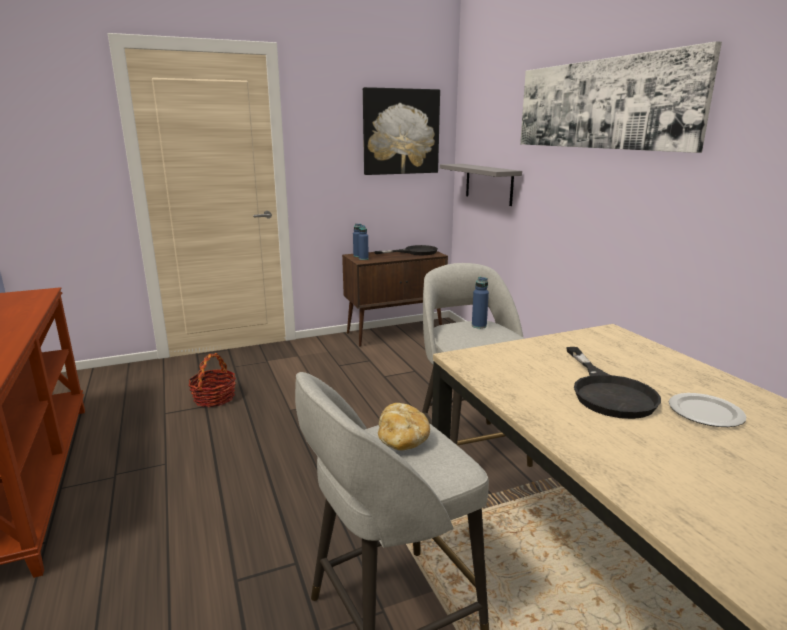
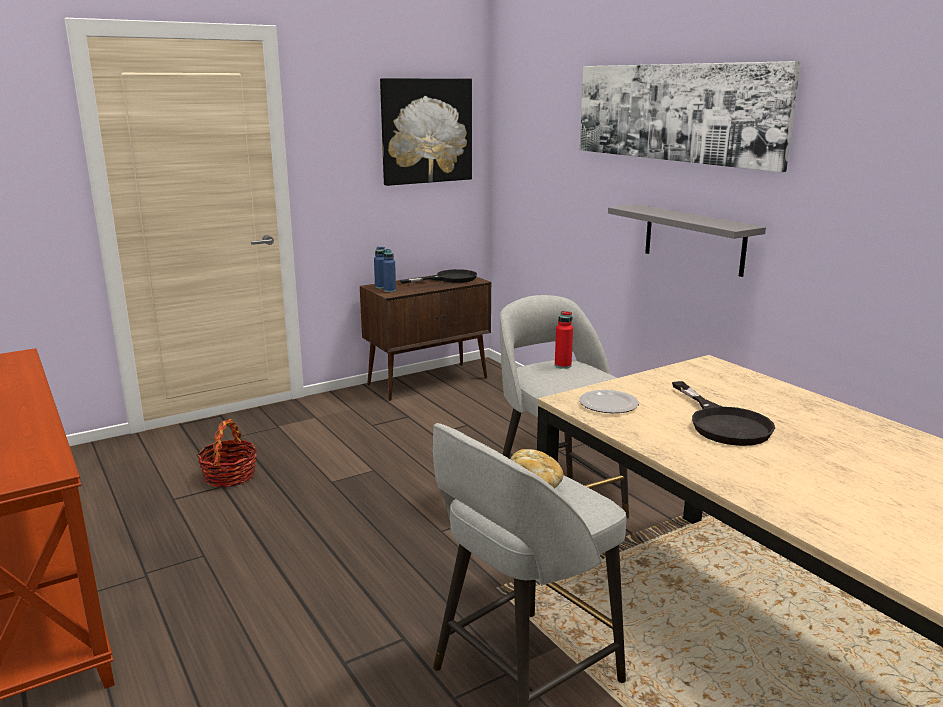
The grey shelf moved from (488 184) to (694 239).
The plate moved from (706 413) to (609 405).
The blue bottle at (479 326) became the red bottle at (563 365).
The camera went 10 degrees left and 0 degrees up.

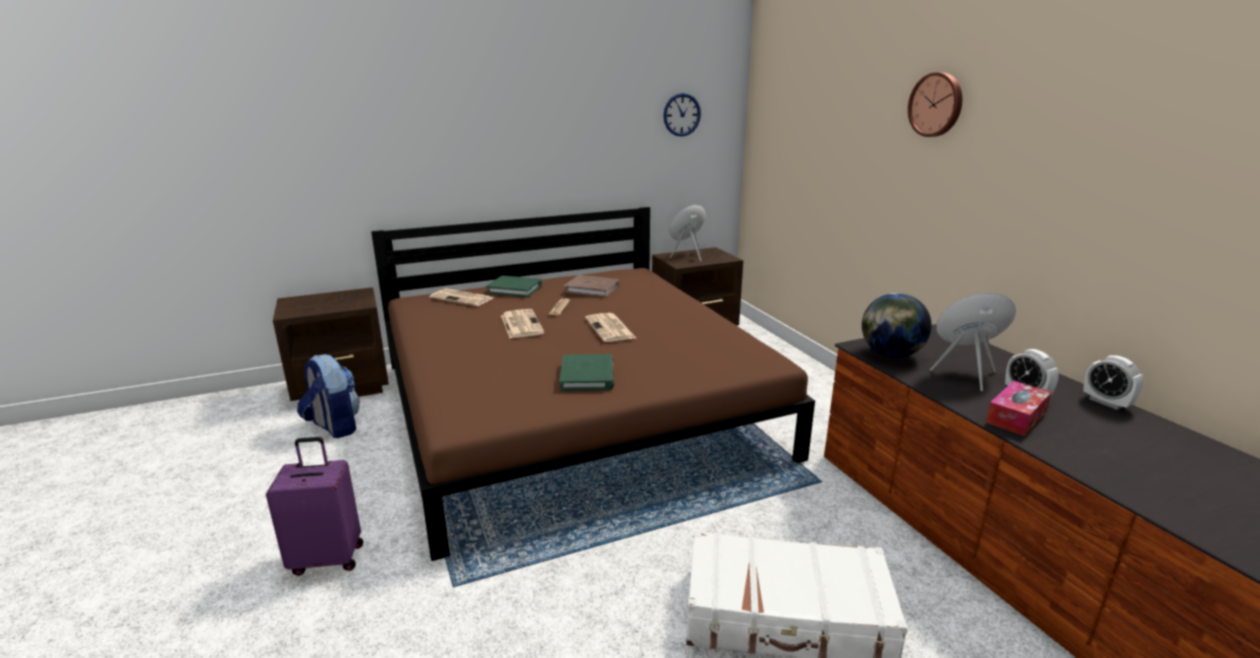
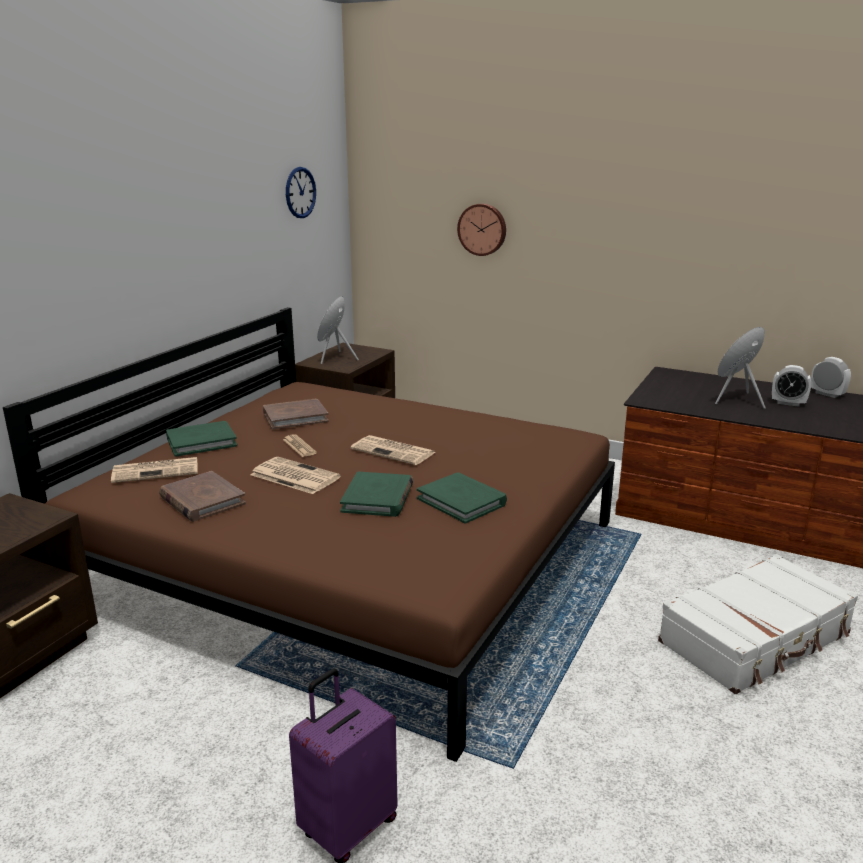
The backpack at (334 427) disappeared.
The globe at (890 354) disappeared.
The tissue box at (1016 417) disappeared.
The brown book at (202 500) appeared.
The green book at (378 498) appeared.
The wall clock moved from (936 105) to (482 229).
The alarm clock at (1106 402) turned 150 degrees counterclockwise.
The camera went 40 degrees left and 0 degrees up.

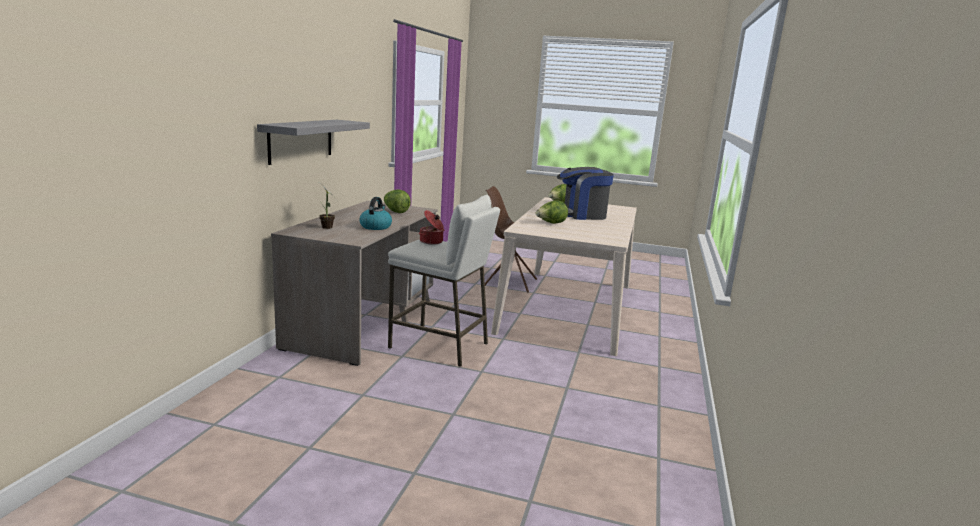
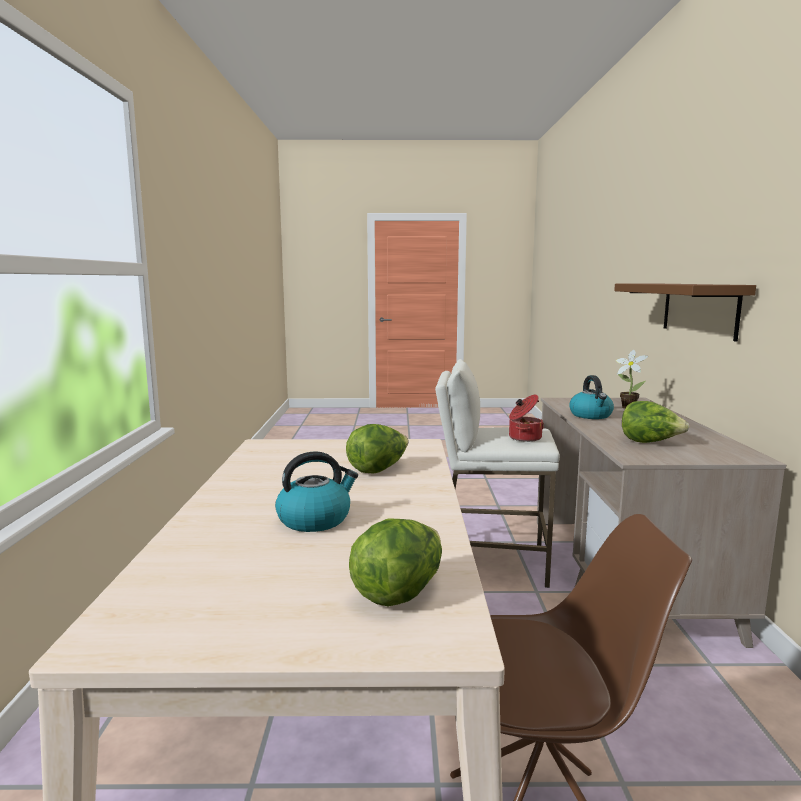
The coffee machine at (581 215) was replaced by the kettle at (315 519).
The grey shelf at (301 140) became the brown shelf at (699 309).
The camera went 165 degrees right and 5 degrees down.

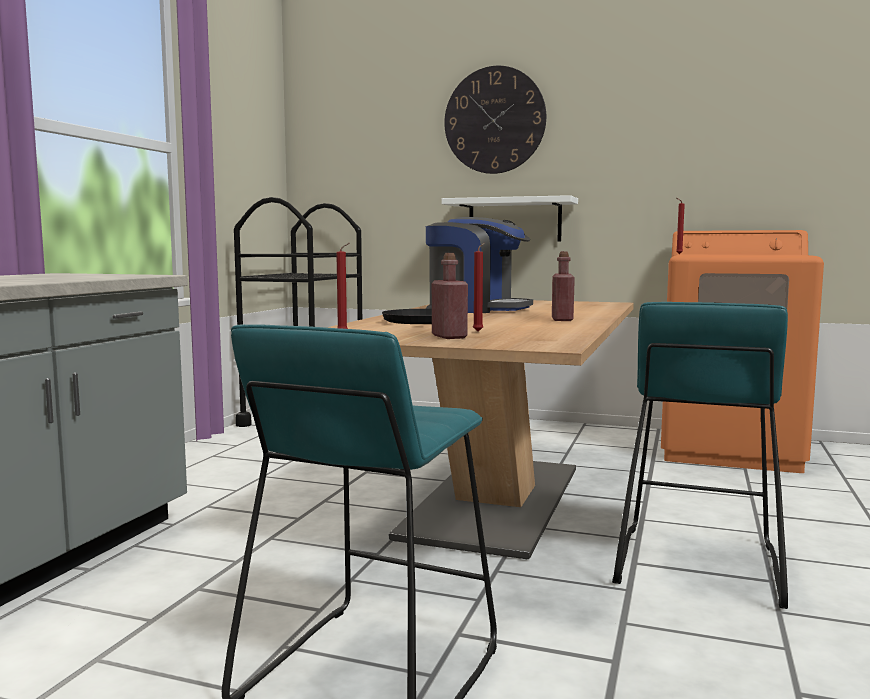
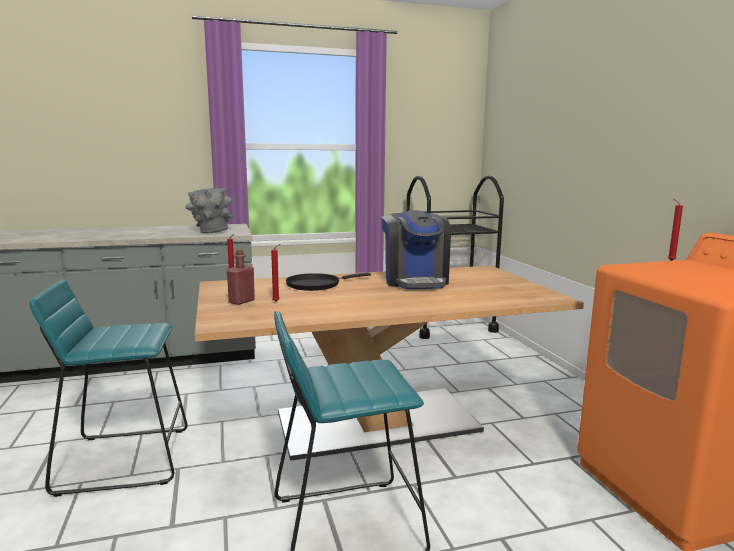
The white shelf at (514 220) disappeared.
The wall clock at (494 120) disappeared.
The red bottle at (562 319) disappeared.
The grey vase at (211 232) appeared.
The camera went 55 degrees right and 5 degrees up.

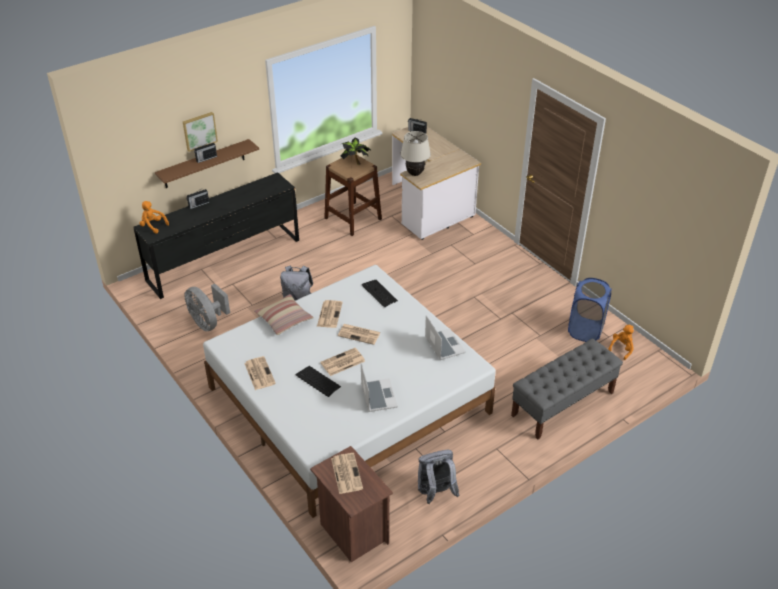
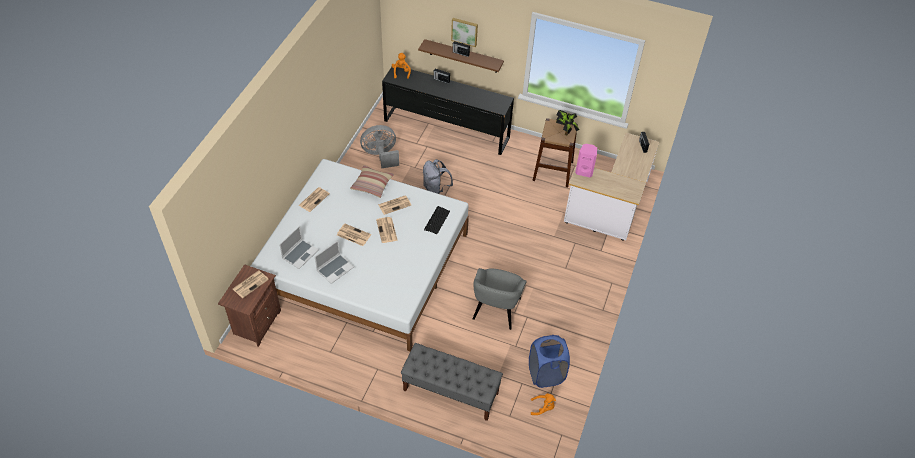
The keyboard at (318 381) disappeared.
The grey backpack at (435 493) disappeared.
The grey armchair at (496 310) appeared.
The laptop moved from (443 345) to (300 254).
The beige table lamp at (415 173) was replaced by the pink speaker at (584 171).
The grey fan at (208 322) turned 60 degrees clockwise.
The camera went 55 degrees right and 10 degrees up.

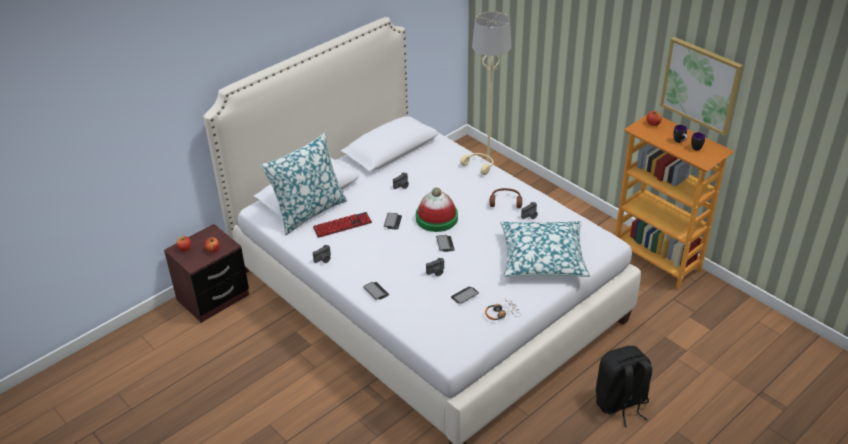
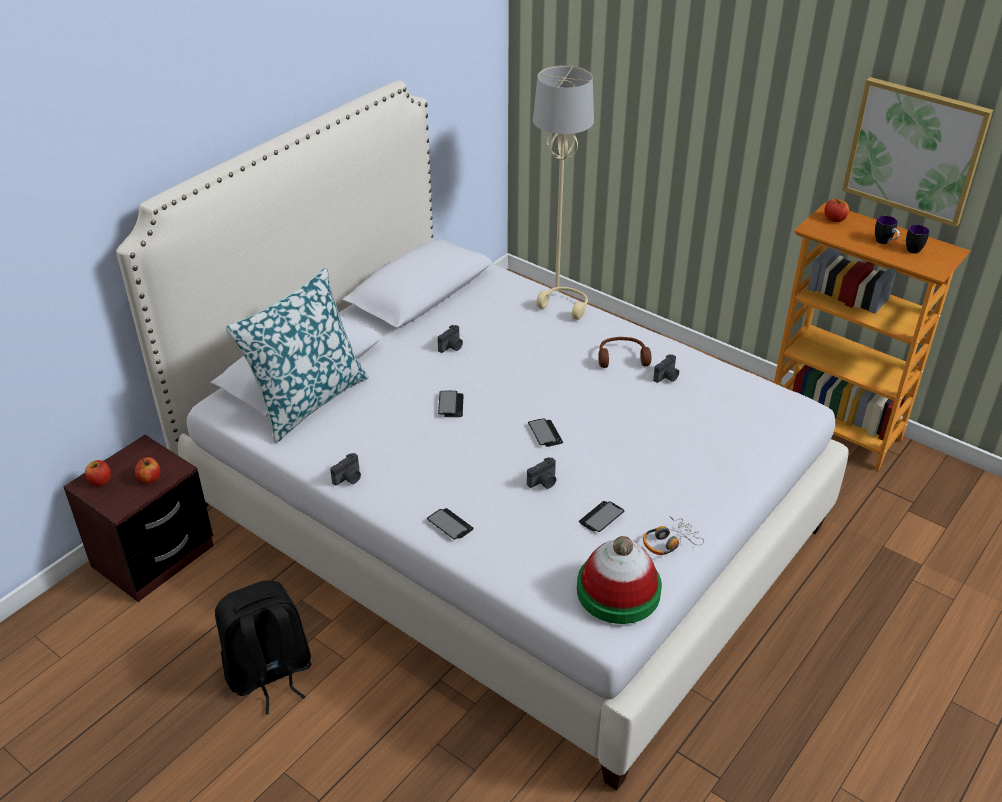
The keyboard at (342 225) disappeared.
The pillow at (543 258) disappeared.
The hat moved from (436 218) to (618 591).
The black backpack moved from (621 404) to (269 674).
The camera went 10 degrees left and 0 degrees up.

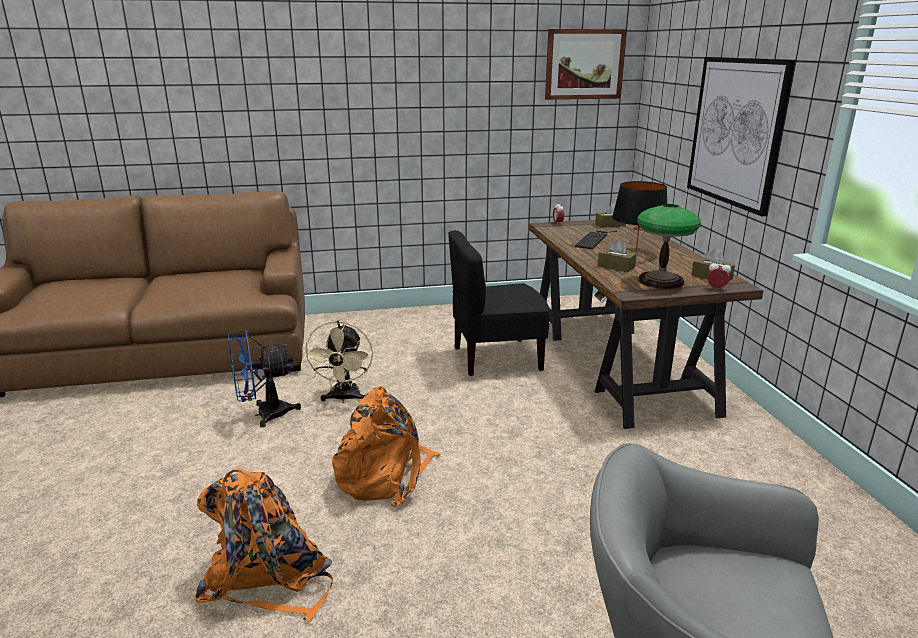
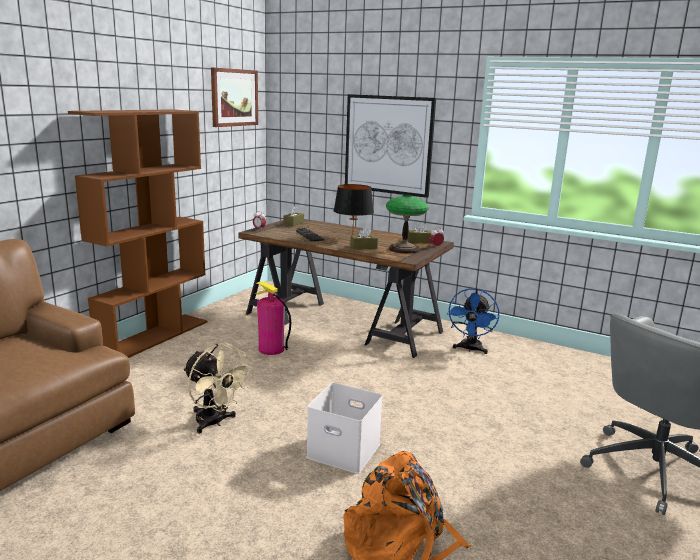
The brown bookcase at (154 336) appeared.
The blue fan moved from (264 414) to (470 349).
The orange backpack at (385 475) was replaced by the white storage box at (345 450).
The black chair at (496 358) was replaced by the fire extinguisher at (271 349).
The camera went 50 degrees left and 5 degrees down.

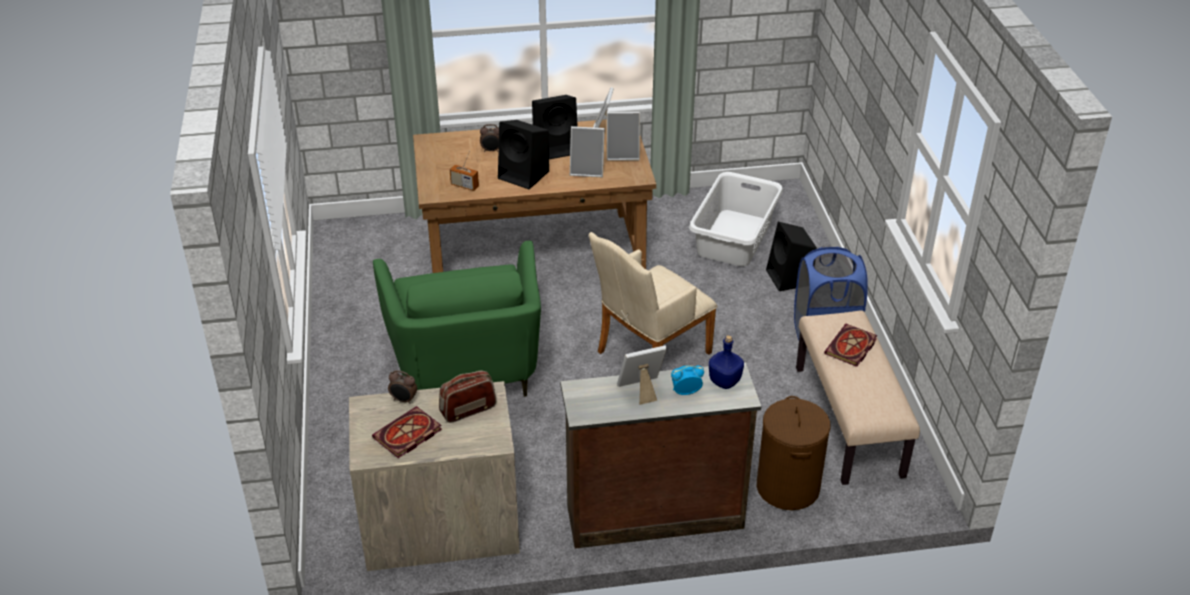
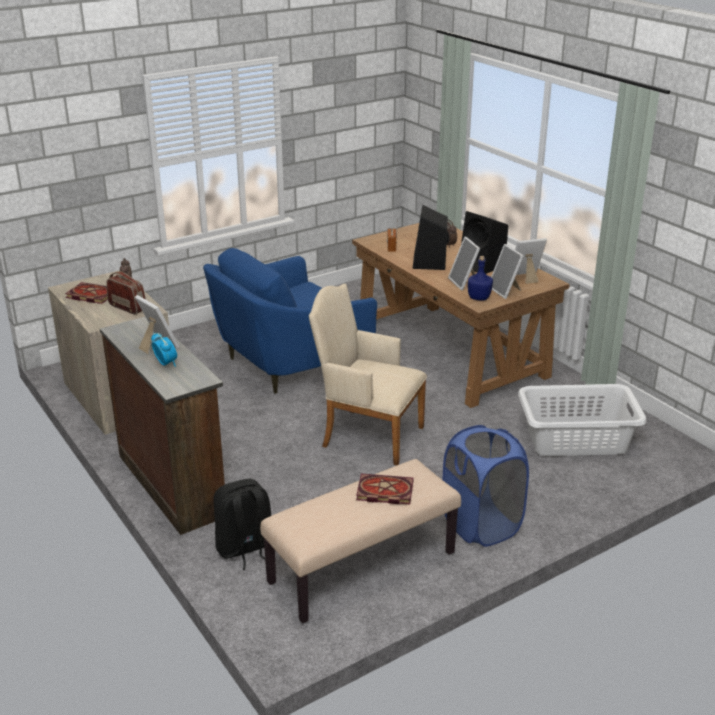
The black speaker at (789 278) disappeared.
The blue bottle moved from (724 382) to (478 297).
The brown laundry basket at (788 487) was replaced by the black backpack at (245 549).
The green armchair at (467 366) became the blue armchair at (290 362).
The camera went 65 degrees right and 10 degrees down.

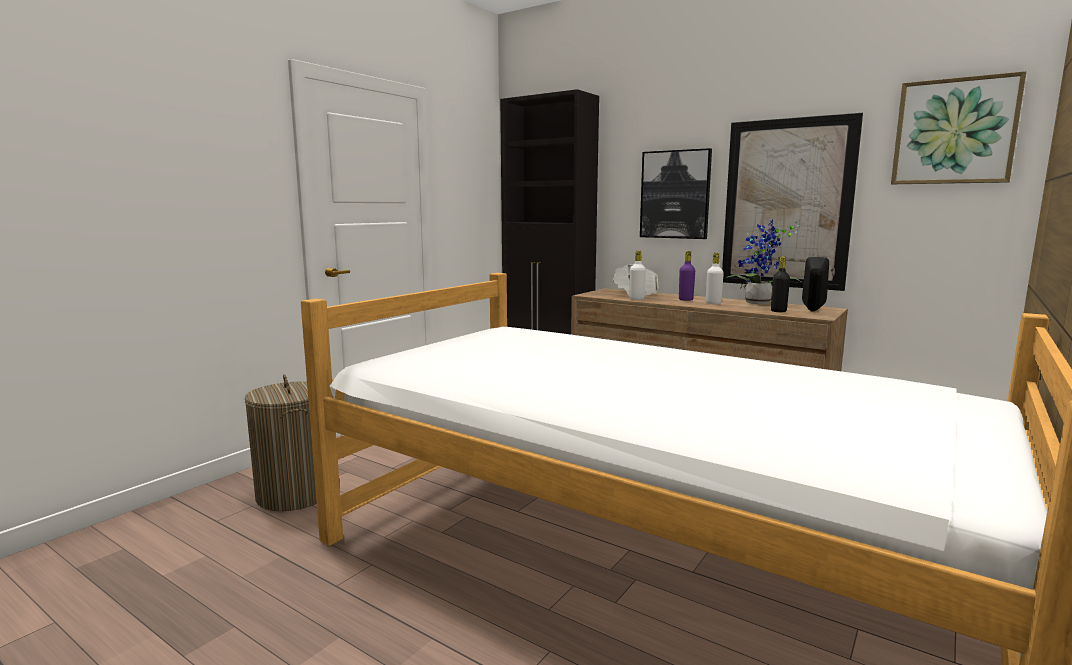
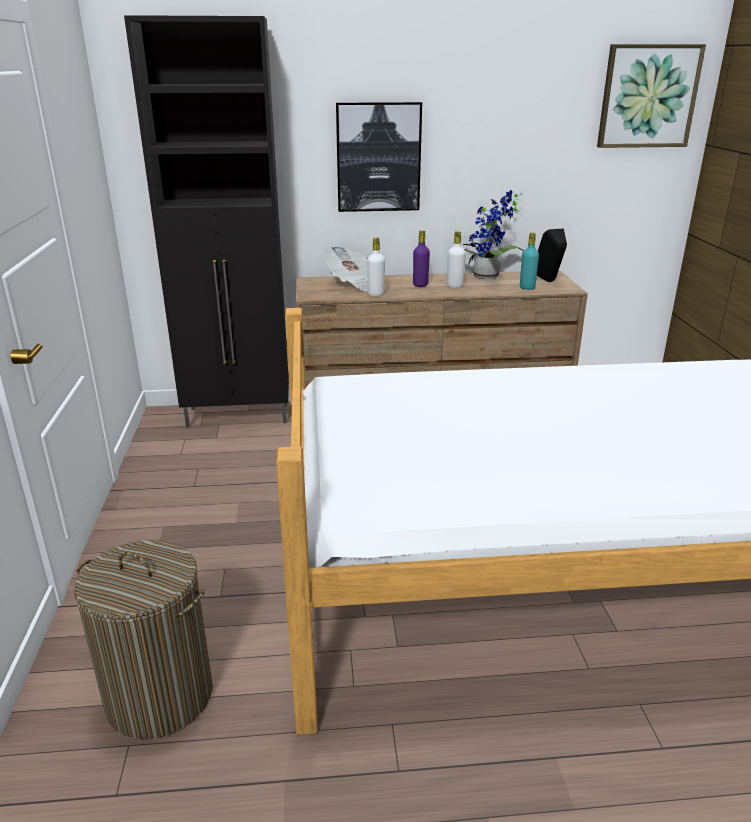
The picture at (786 204) disappeared.
The black bottle at (778 311) became the turquoise bottle at (527 288).
The camera went 40 degrees left and 15 degrees up.

